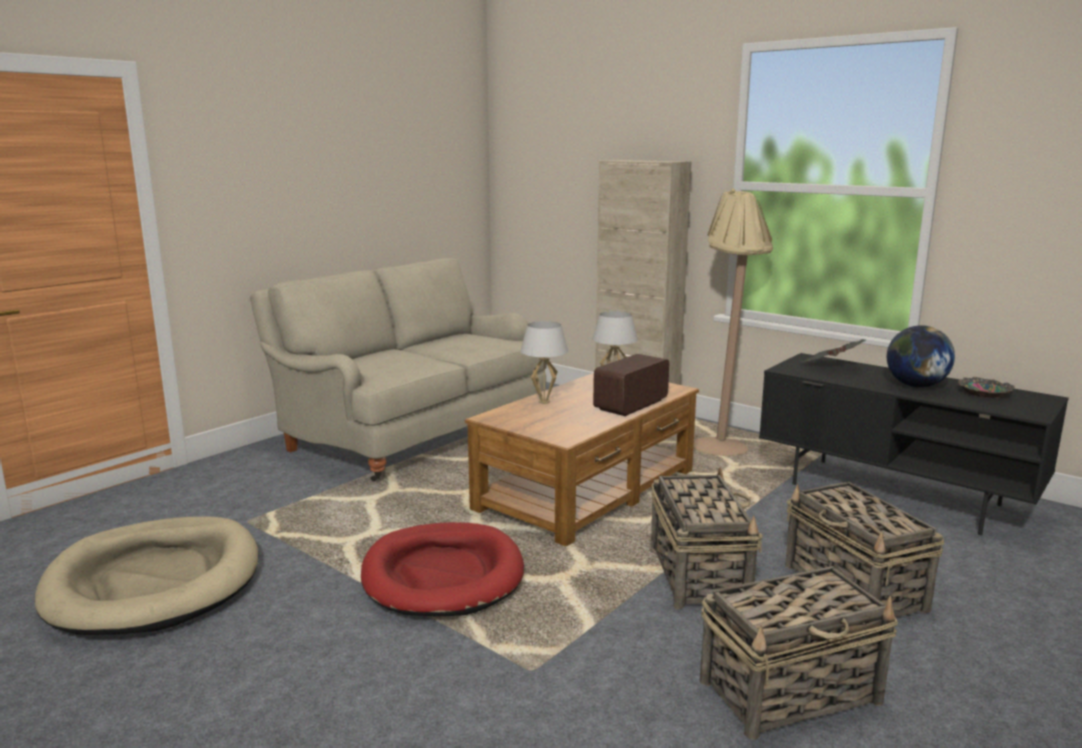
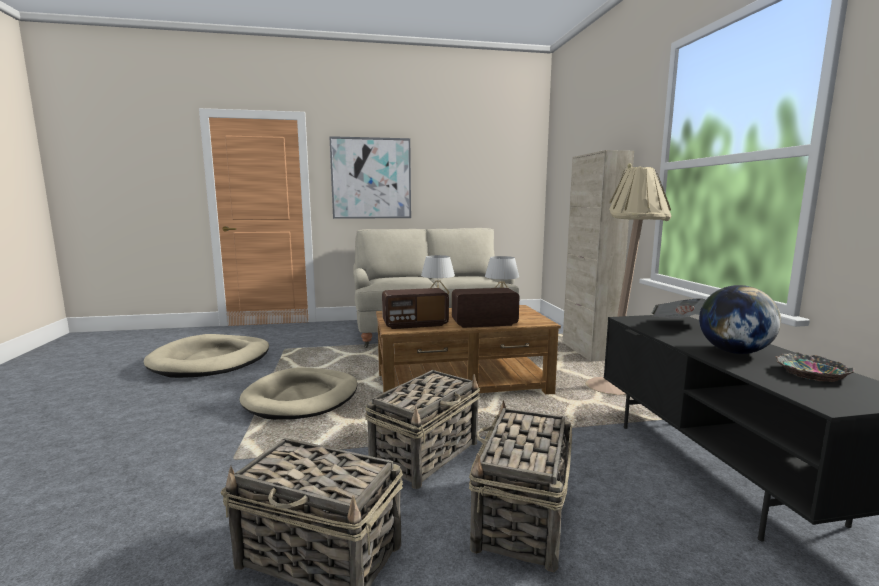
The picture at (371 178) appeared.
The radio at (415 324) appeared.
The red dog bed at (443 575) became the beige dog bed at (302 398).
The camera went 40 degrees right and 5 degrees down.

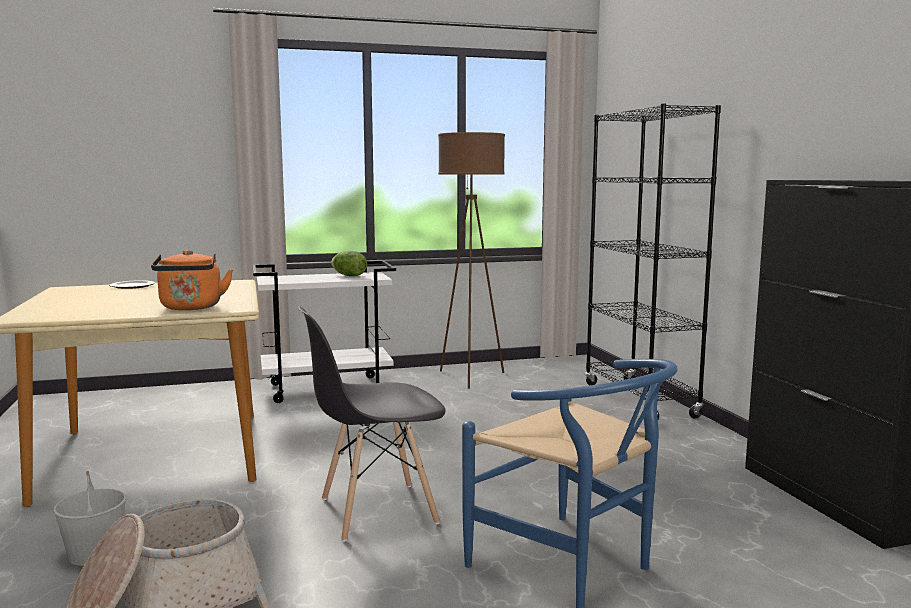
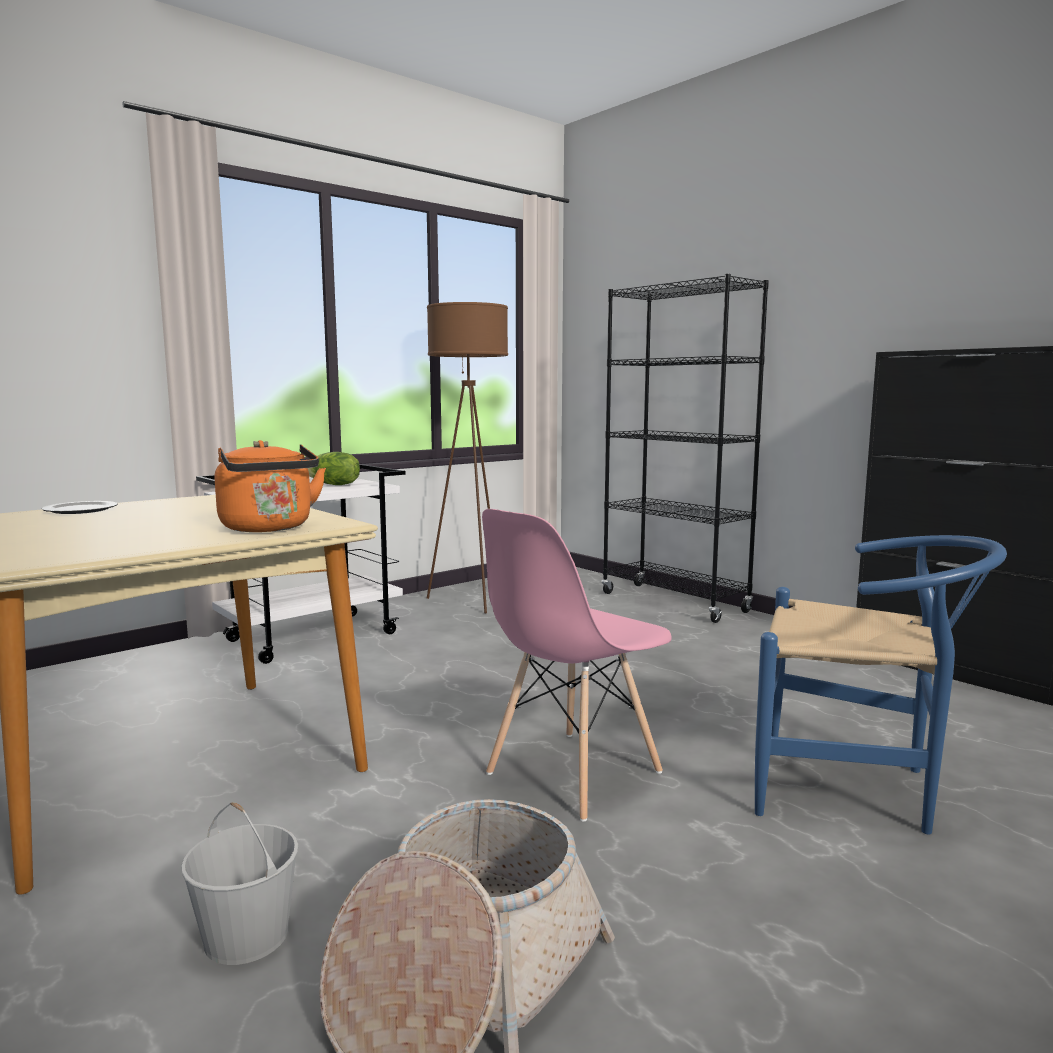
The grey chair at (376 511) became the pink chair at (572 774).
The camera went 25 degrees left and 0 degrees up.

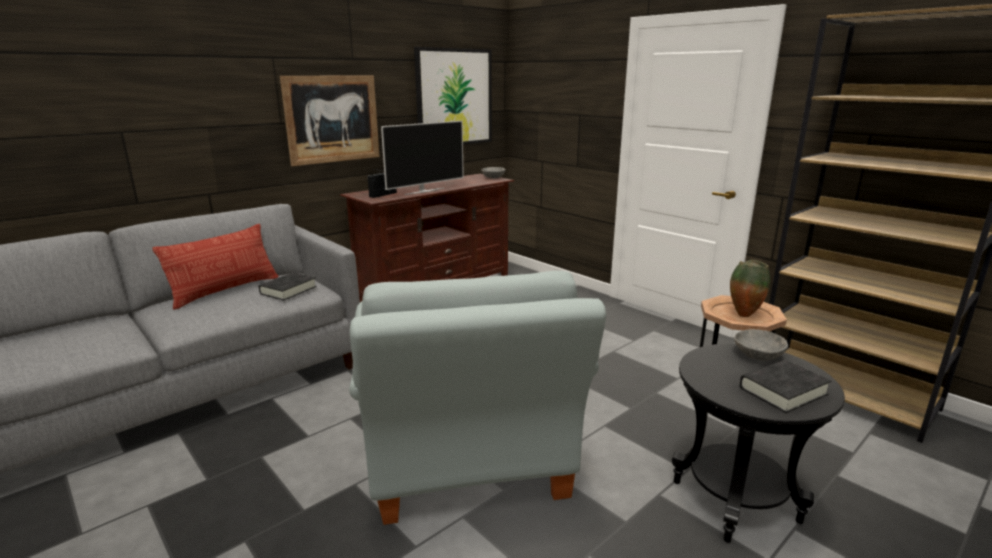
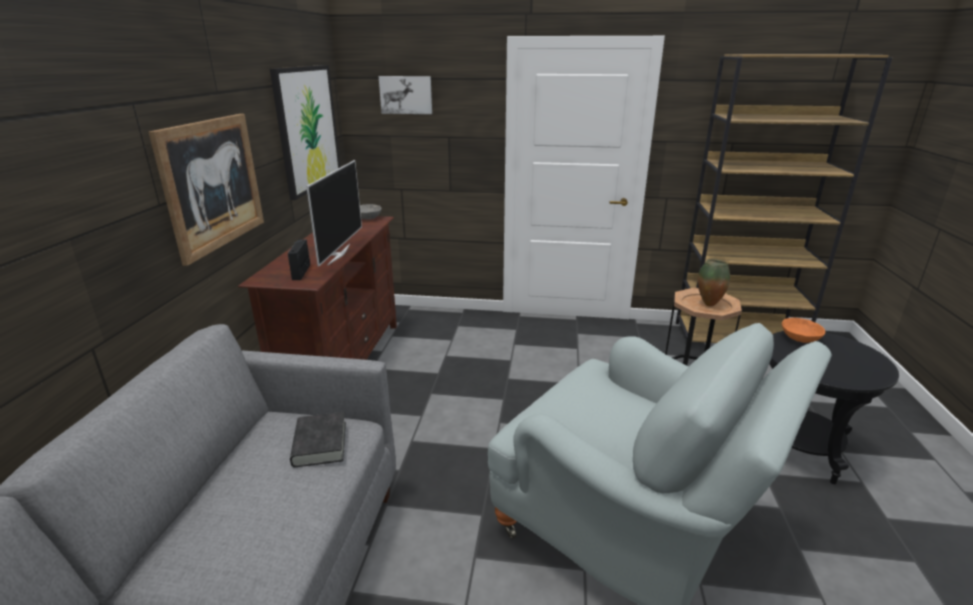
The pillow at (225 290) disappeared.
The black book at (782 391) disappeared.
The picture at (406 95) appeared.
The grey bowl at (758 355) became the orange bowl at (799 338).
The camera went 40 degrees left and 5 degrees up.

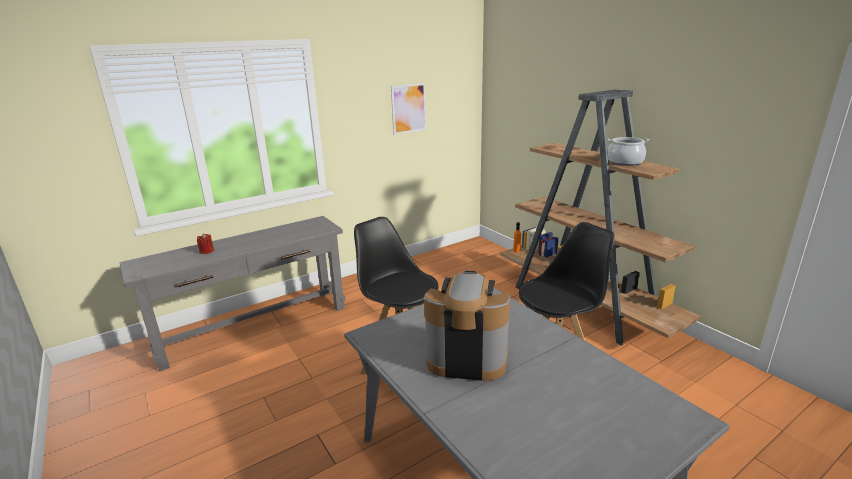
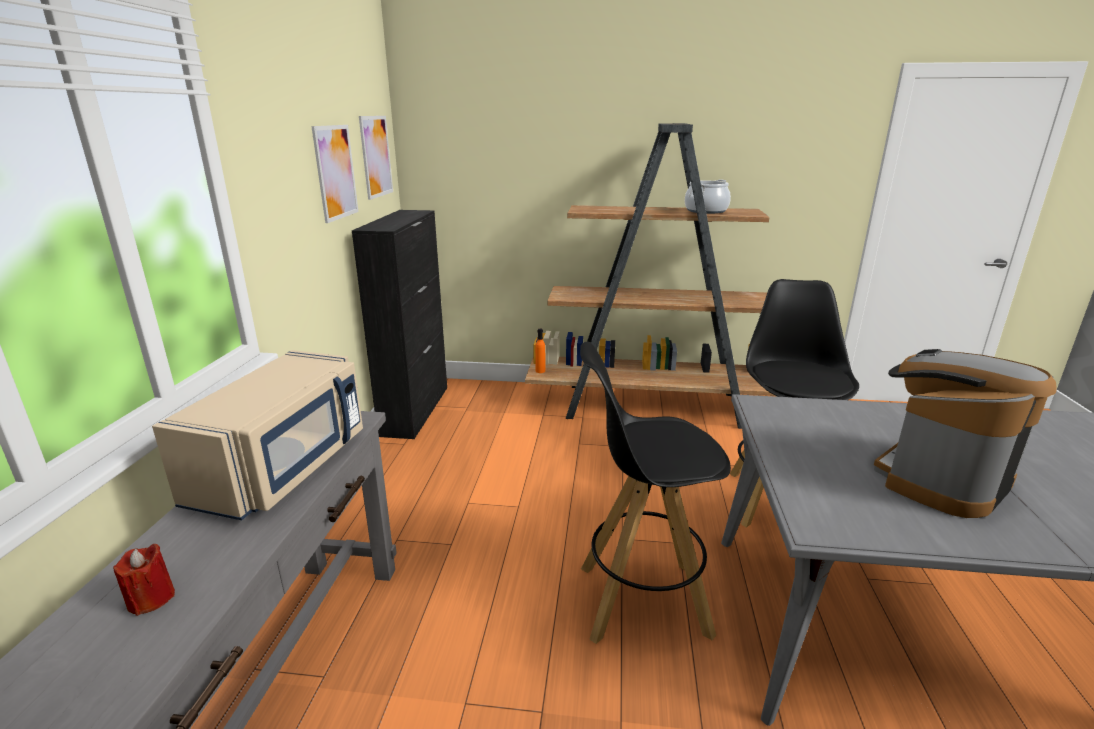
The beige microwave at (285 467) appeared.
The black cabinet at (415 410) appeared.
The picture at (376 156) appeared.
The camera went 50 degrees left and 0 degrees up.

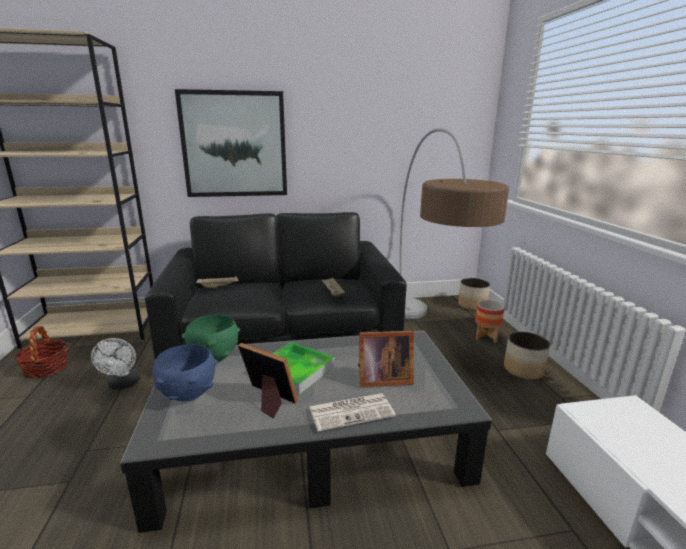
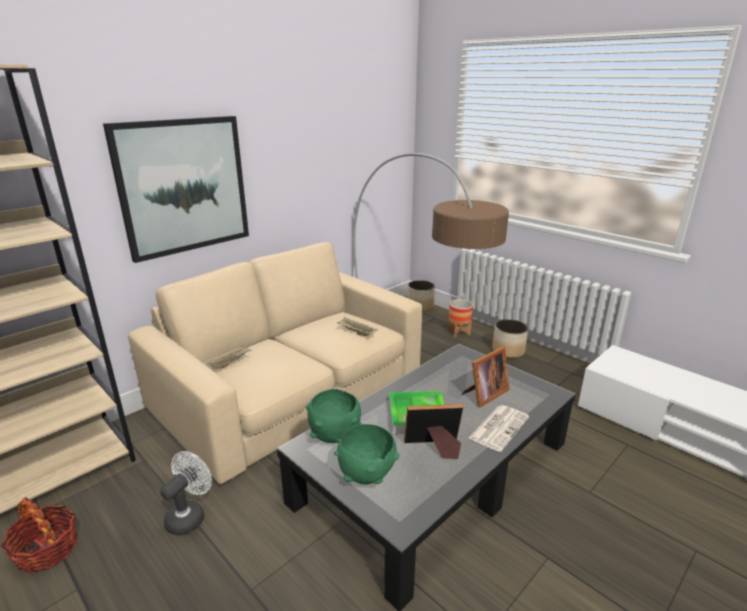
The black sofa at (283 334) became the beige sofa at (292 391).
The blue bowl at (188 395) became the green bowl at (367 476).
The white fan at (123 385) turned 105 degrees counterclockwise.
The camera went 35 degrees left and 5 degrees up.

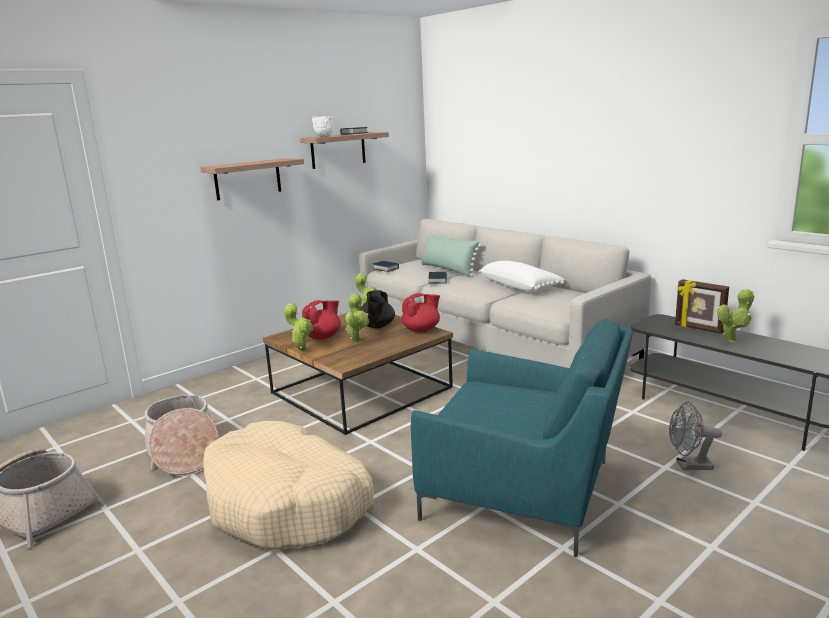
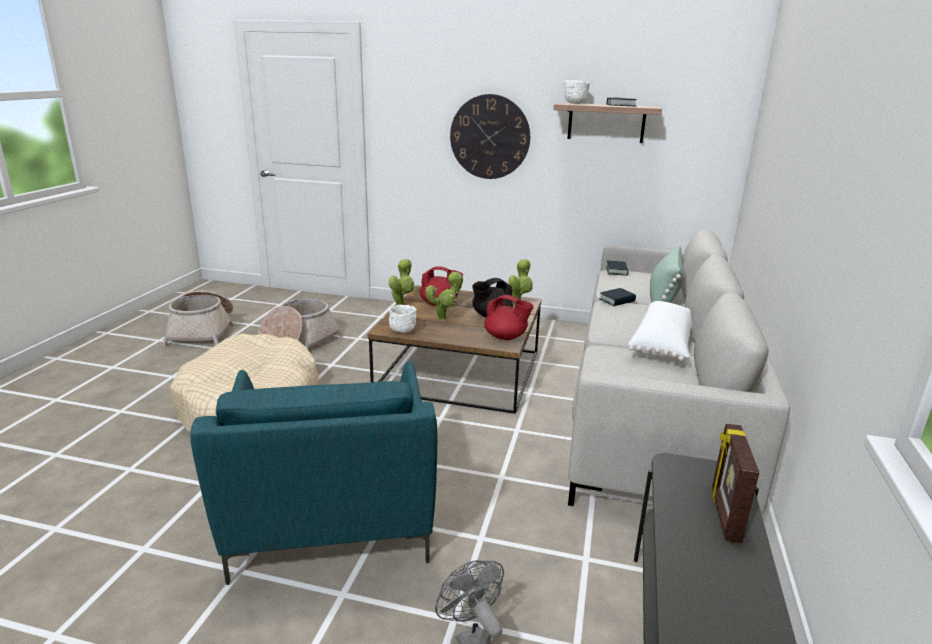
The potted plant at (733 340) disappeared.
The white bowl at (402 332) appeared.
The shelf at (248 179) was replaced by the wall clock at (490 137).
The camera went 55 degrees right and 5 degrees up.

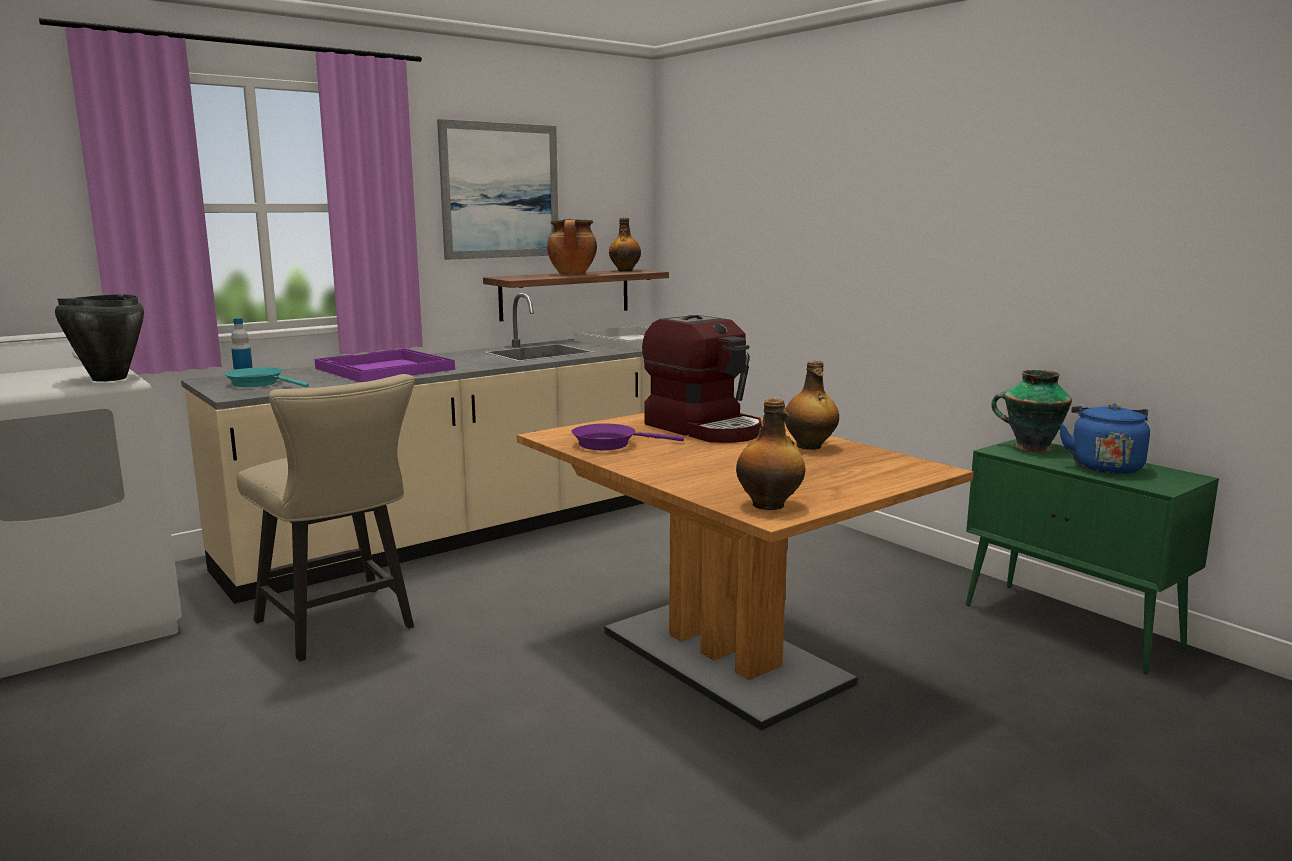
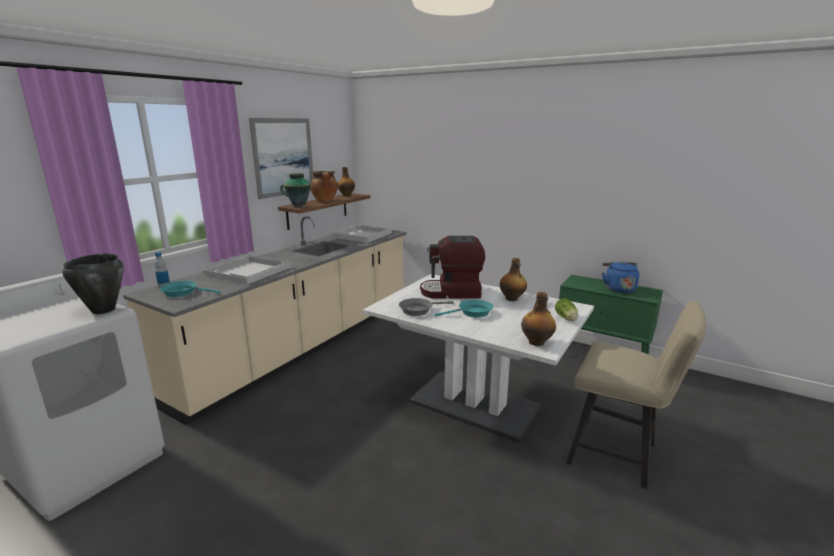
The turquoise frying pan at (472 313) appeared.
The lettuce at (566 318) appeared.
The beige chair moved from (341 627) to (619 455).
The vase moved from (1030 447) to (298 206).
The purple tray at (384 369) became the white tray at (248 271).
The brown dining table at (723 657) became the white dining table at (474 404).
The purple frying pan at (610 444) became the grey frying pan at (418 310).
The coffee machine at (705 428) turned 150 degrees clockwise.
The camera went 20 degrees left and 5 degrees up.

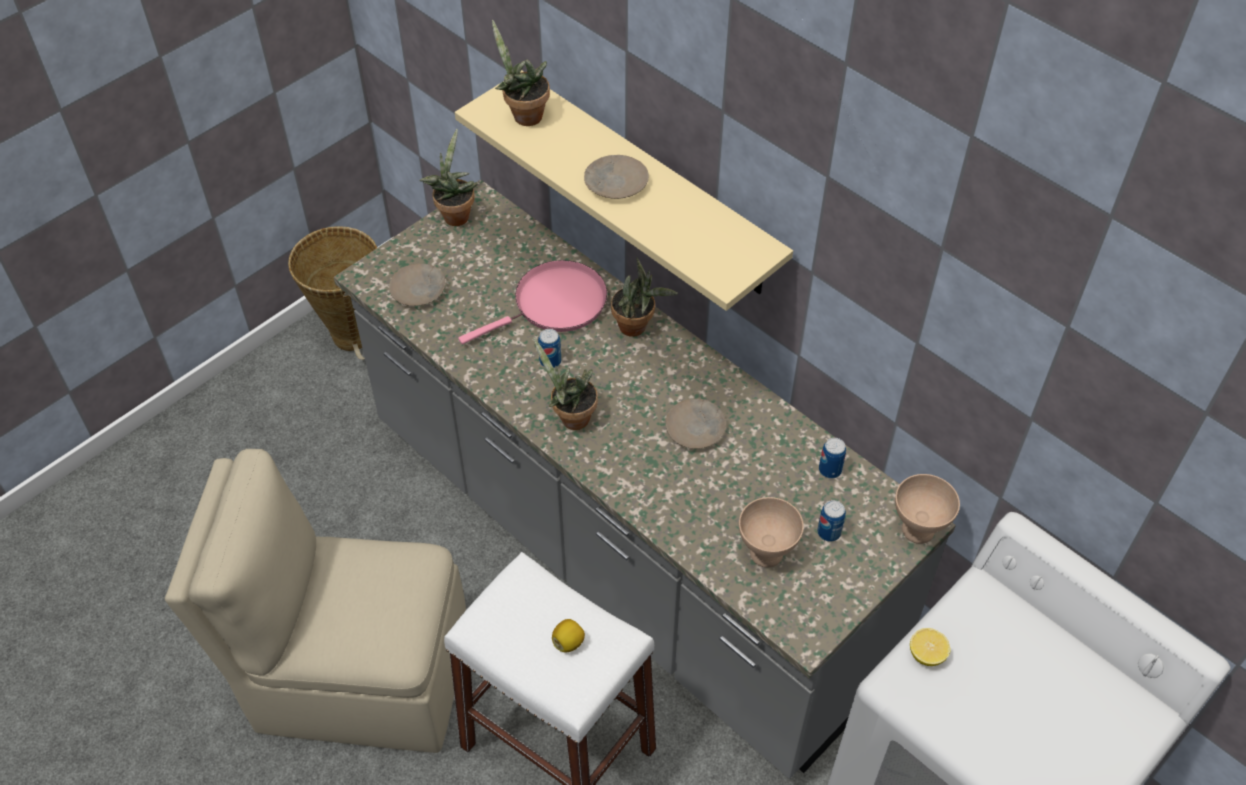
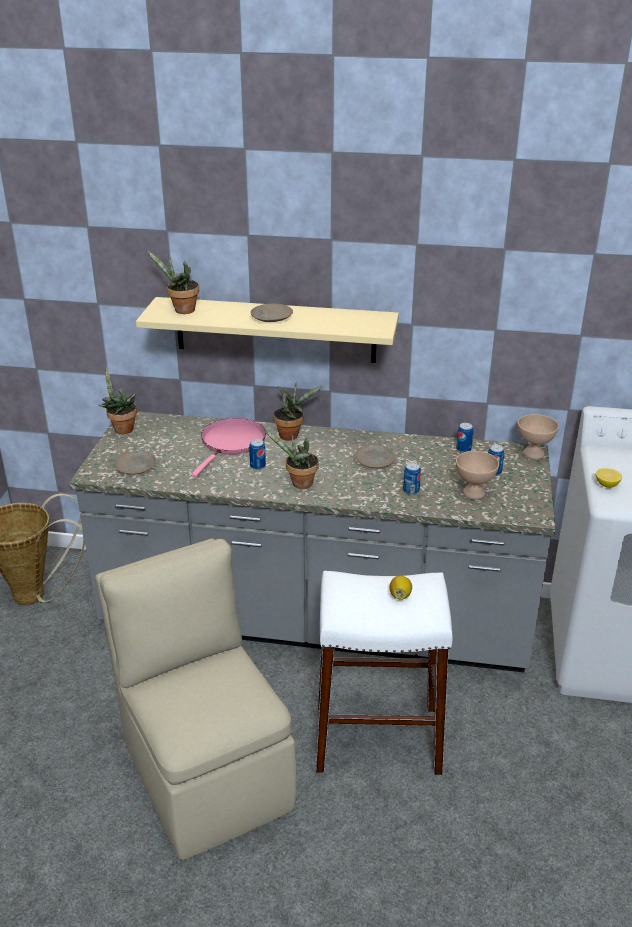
The can at (411 490) appeared.
The beige chair at (357 675) turned 90 degrees clockwise.
The camera went 35 degrees left and 20 degrees down.

